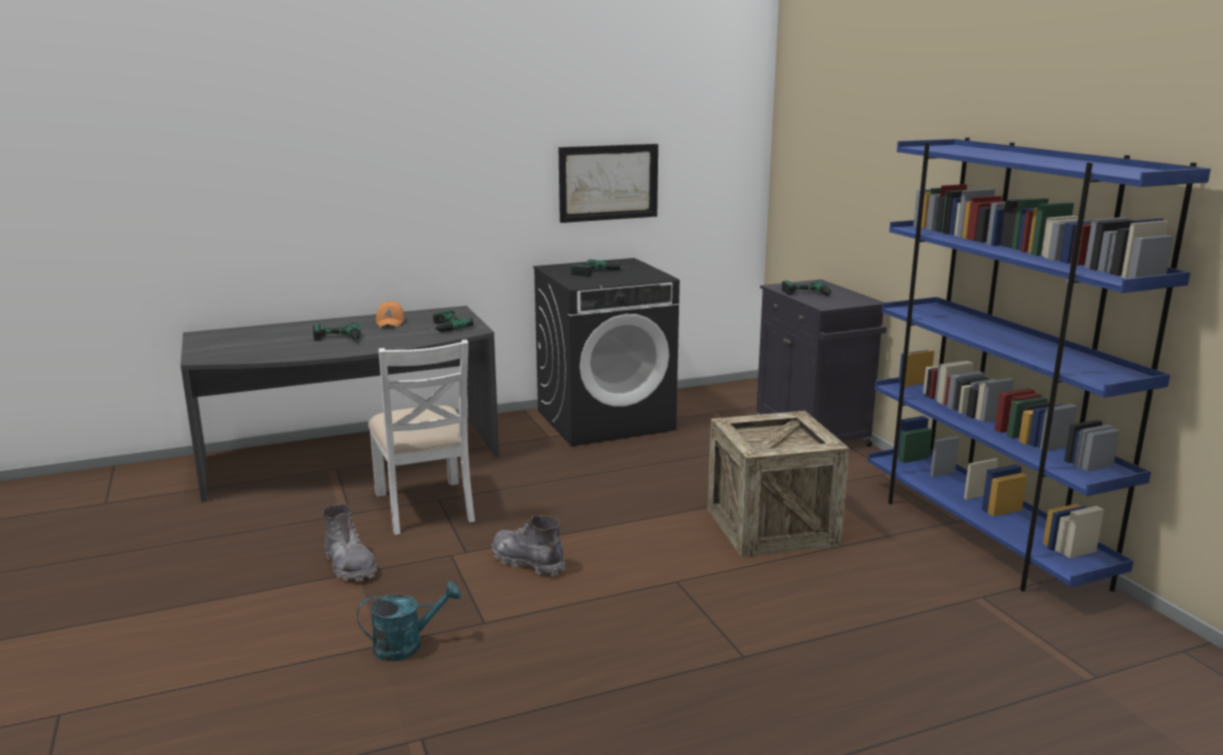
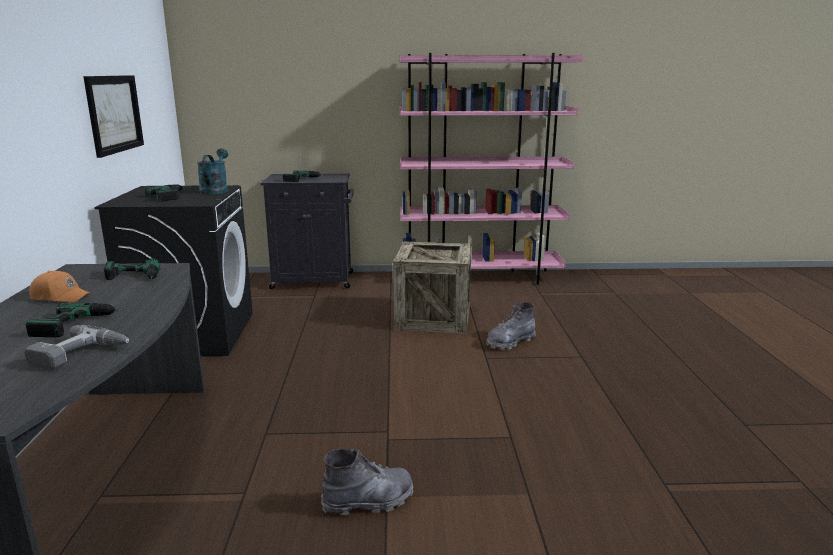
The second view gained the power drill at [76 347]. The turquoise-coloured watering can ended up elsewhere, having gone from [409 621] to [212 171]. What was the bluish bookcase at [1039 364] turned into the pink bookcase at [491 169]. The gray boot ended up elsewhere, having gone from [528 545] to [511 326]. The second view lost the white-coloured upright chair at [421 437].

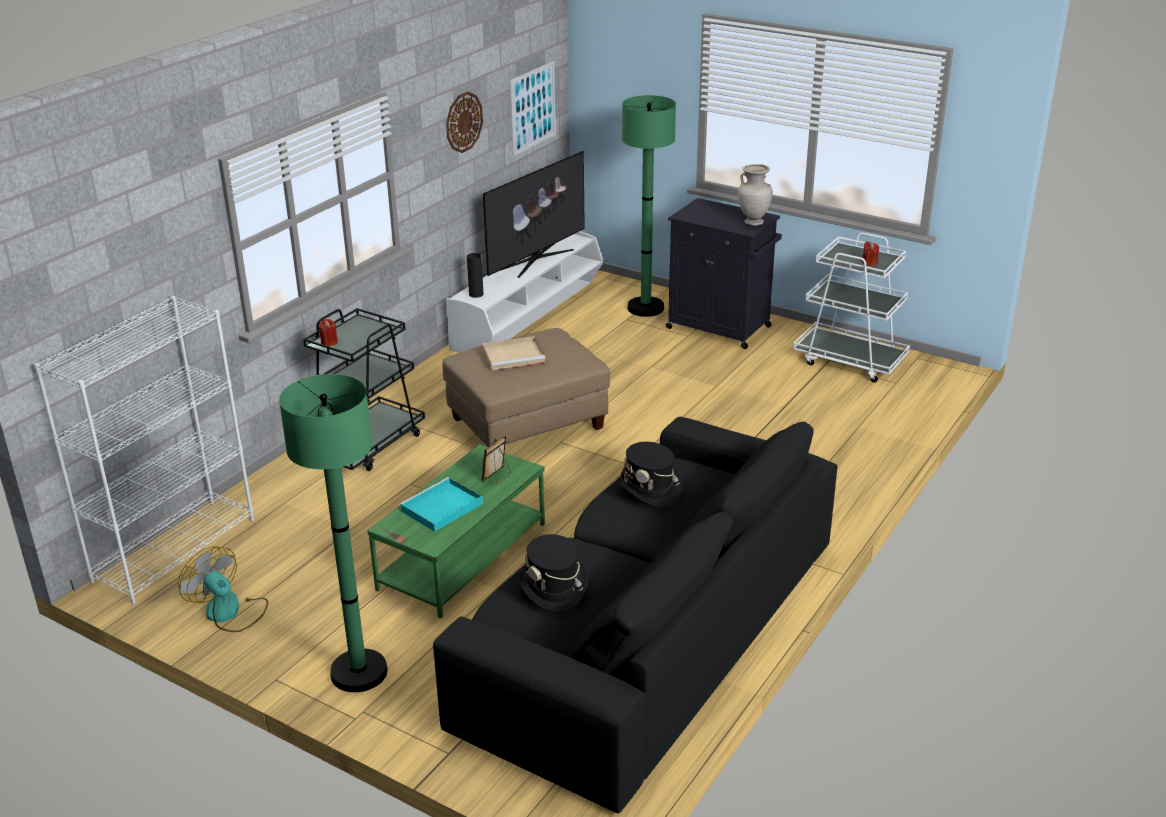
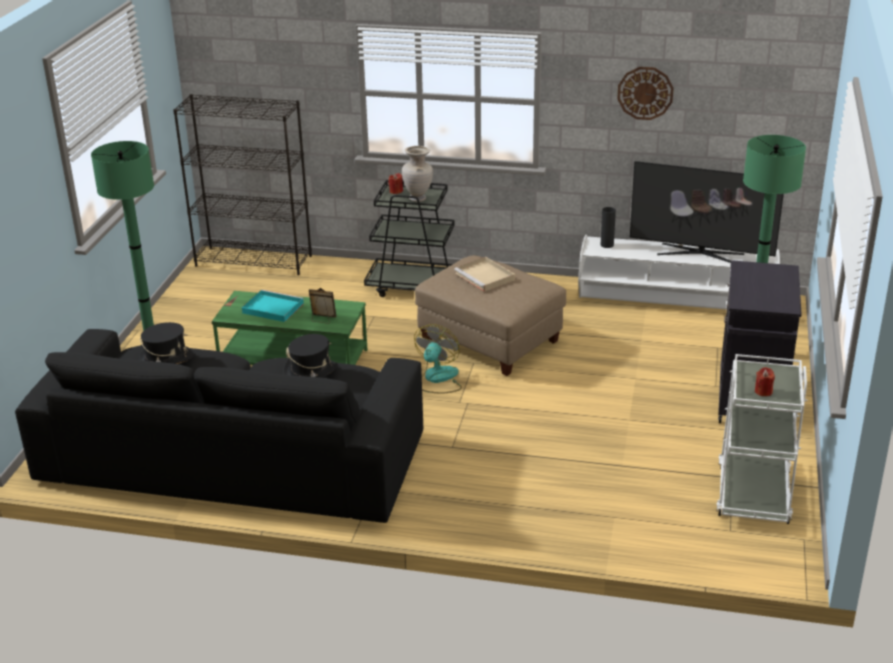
What was the white-coloured bookcase at [144 450] turned into the black-coloured bookcase at [242 184]. The beige-coloured decorative vase ended up elsewhere, having gone from [755 195] to [417 174]. The cooling fan ended up elsewhere, having gone from [223 589] to [438 359]. The second view lost the wall art at [533 108].

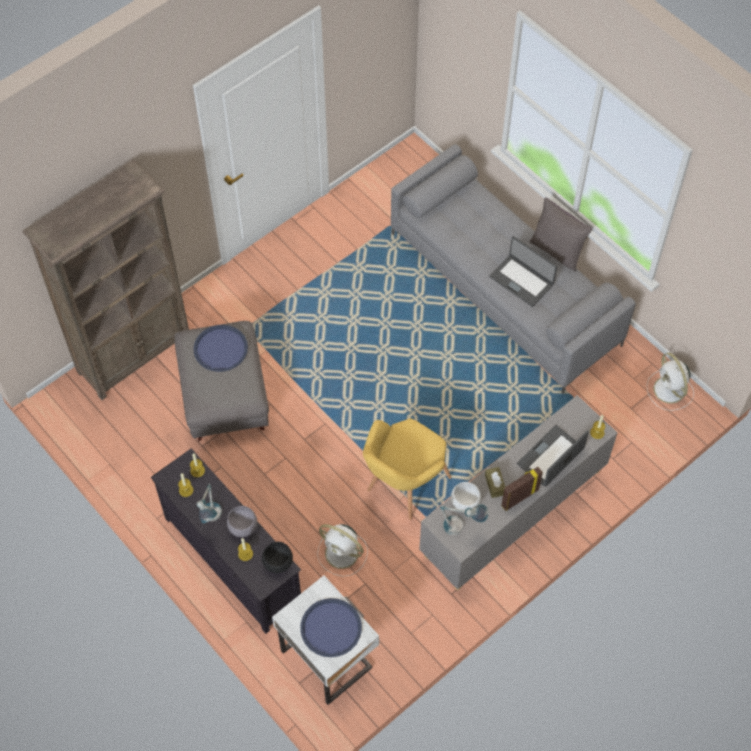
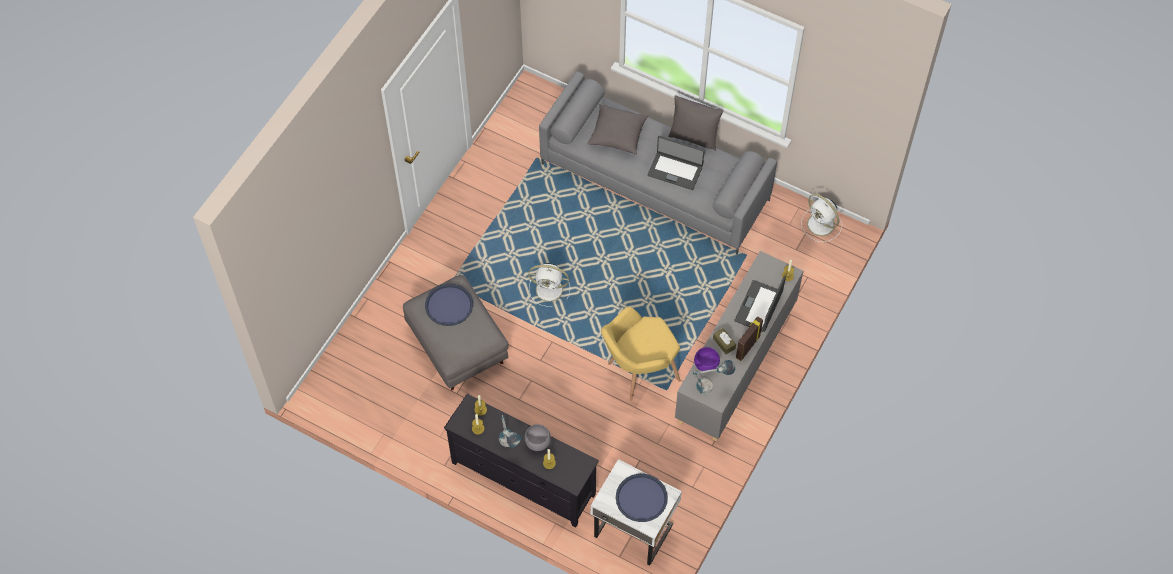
The white-coloured cooling fan ended up elsewhere, having gone from [342 550] to [549 285]. The second view gained the gray throw pillow at [617 129]. The yellowish lounge chair at [407 469] ended up facing another way, 45 degrees clockwise from before. What was the white-coloured bowl at [466 496] turned into the purplish bowl at [707 359]. The second view lost the brown bookcase at [106 280]. The second view lost the black-coloured bowl at [277 557].

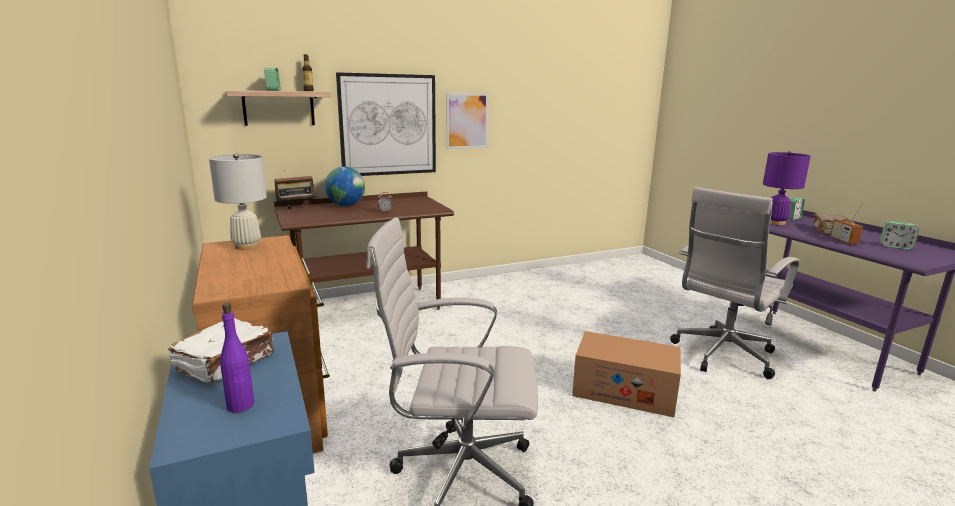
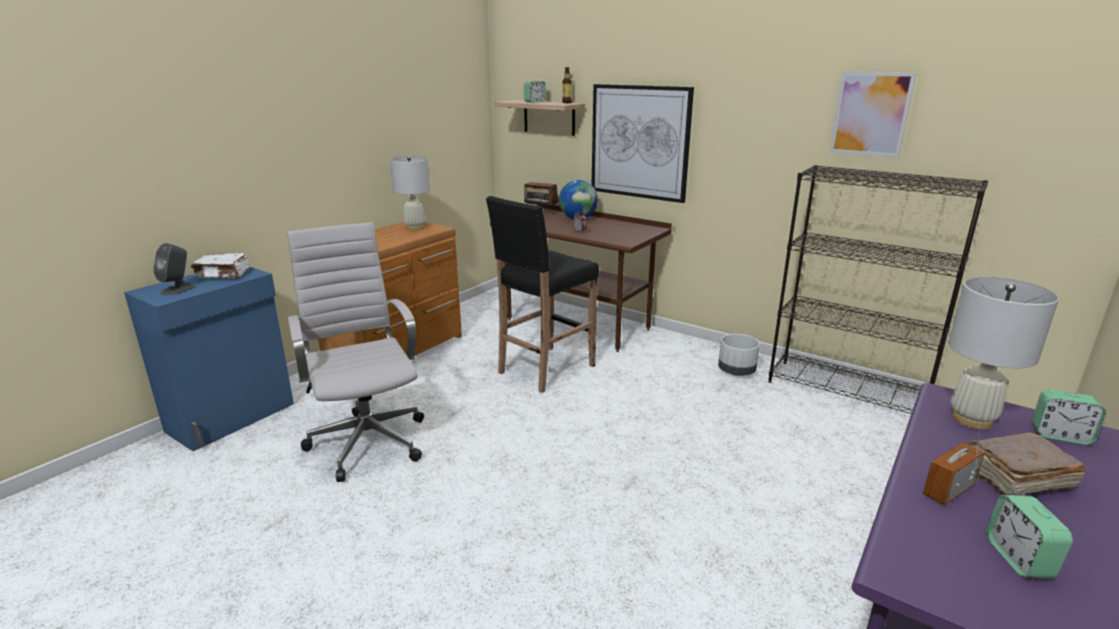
Where the purplish drink bottle stood at [237 358], the gray audio speaker came to stand at [174 269]. The second view gained the black-coloured stool at [542 294]. The second view gained the white-coloured flower pot at [739 355]. The second view gained the black-coloured bookcase at [878 289]. The wall art ended up elsewhere, having gone from [467 121] to [873 115]. What was the purplish table lamp at [787 188] turned into the white-coloured table lamp at [1003 353]. The second view lost the carton at [626 374]. The second view lost the white-coloured desk chair at [734 283].

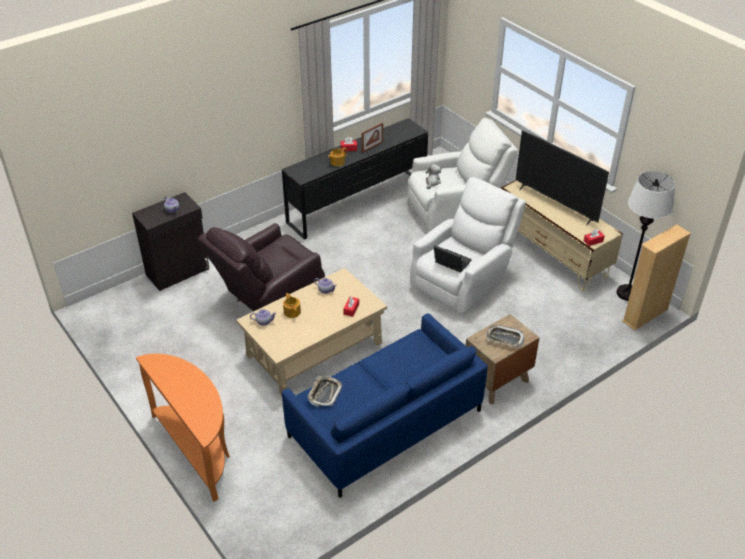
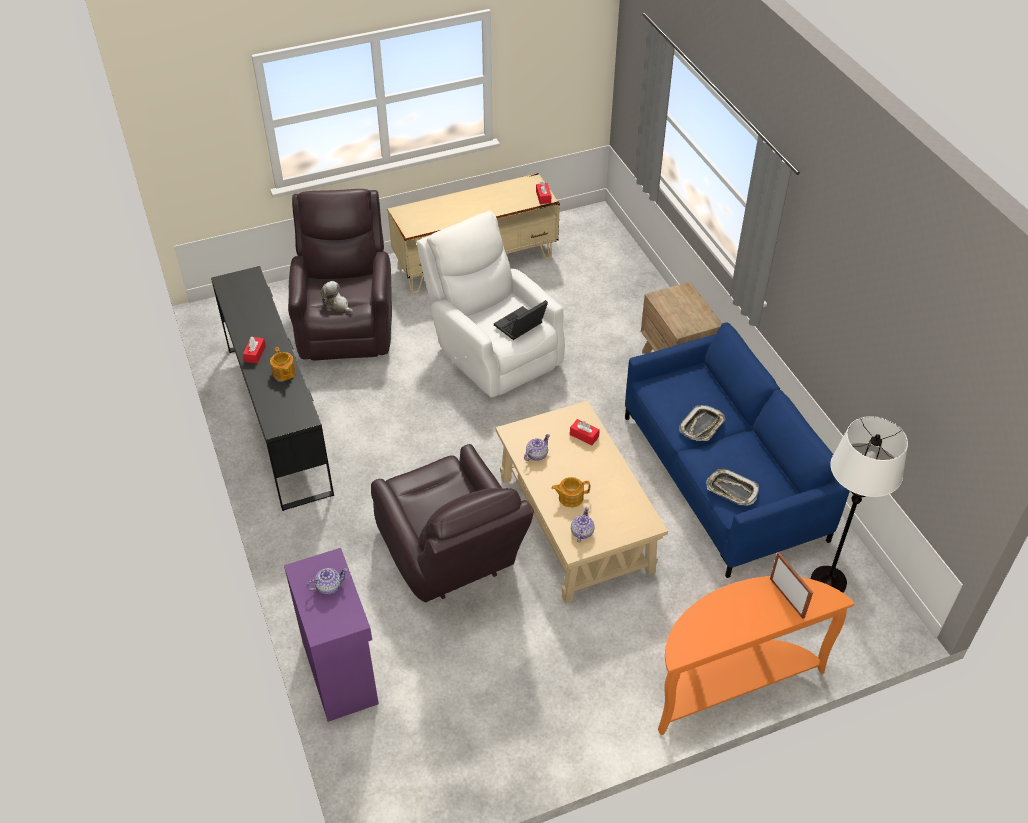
What was the black-coloured cabinet at [170 241] turned into the purplish cabinet at [331 635]. What was the white-coloured lounge chair at [463 174] turned into the brown lounge chair at [340 274]. The carrying tray ended up elsewhere, having gone from [505 336] to [702 423]. The picture frame ended up elsewhere, having gone from [372 137] to [791 585]. The white-coloured standard lamp ended up elsewhere, having gone from [645 236] to [859 504]. The second view lost the TV set at [562 177]. The second view lost the beige-coloured bookcase at [656 277].

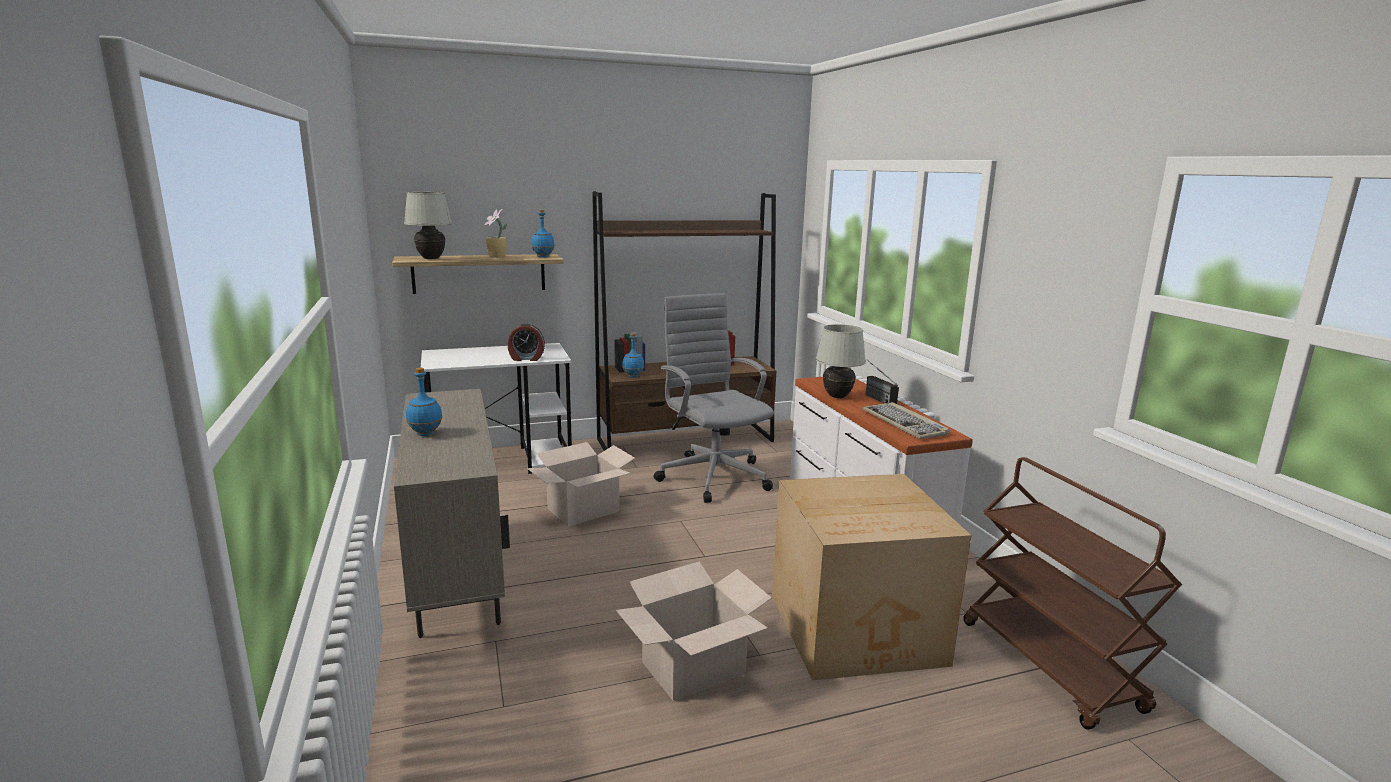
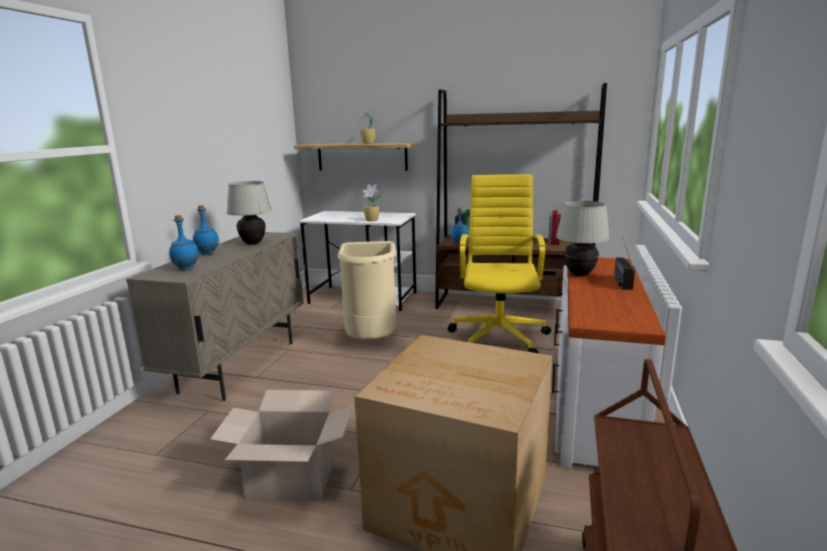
The bluish drink bottle ended up elsewhere, having gone from [543 234] to [184 242]. The white-coloured table lamp ended up elsewhere, having gone from [428 225] to [249 213]. Where the carton stood at [581 484], the beige-coloured rubbish bin came to stand at [367 290]. Where the bedside clock stood at [526 342], the houseplant came to stand at [371 202]. What was the gray desk chair at [714 398] turned into the yellowish desk chair at [499 263]. The second view lost the PC keyboard at [905 420].

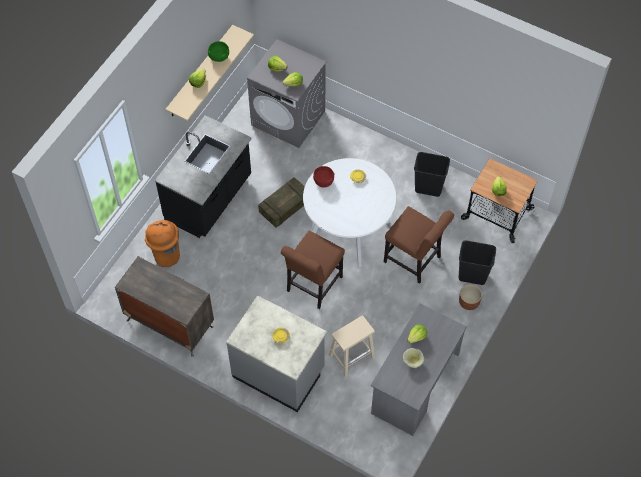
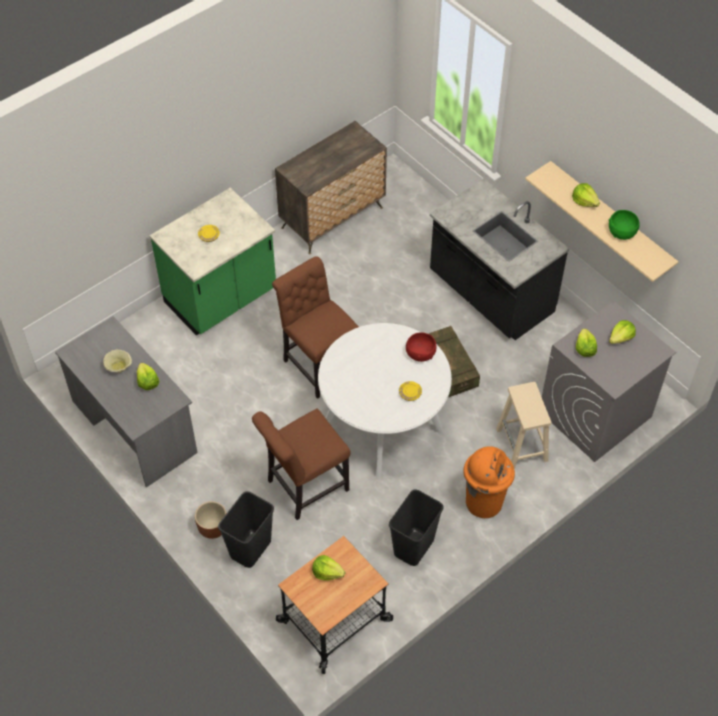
What was the gray counter at [276 354] turned into the greenish counter at [212 261]. The orange rubbish bin ended up elsewhere, having gone from [162 243] to [489 482]. The beige-coloured stool ended up elsewhere, having gone from [352 346] to [524 425].

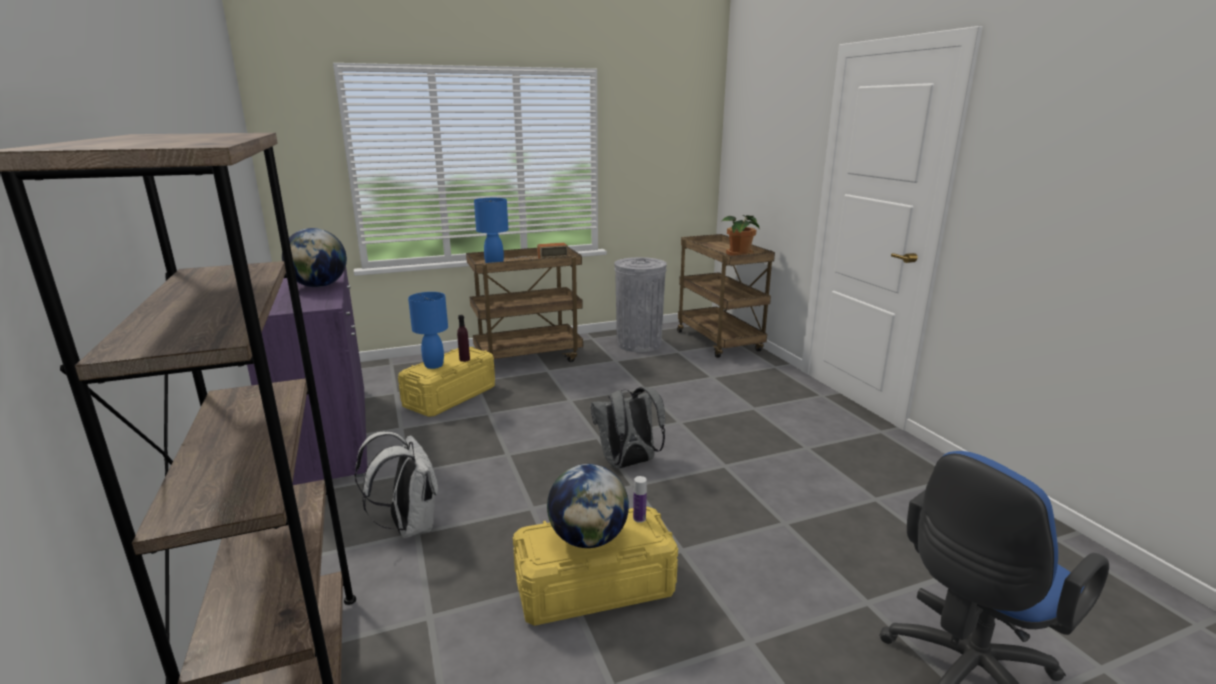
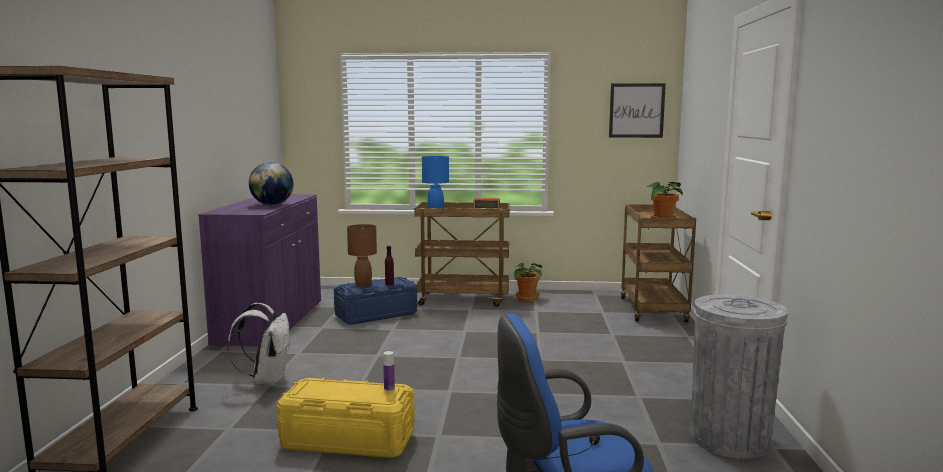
What was the yellowish storage bin at [446 382] turned into the bluish storage bin at [375 301]. What was the bluish table lamp at [428 330] turned into the brown table lamp at [362 255]. The second view gained the houseplant at [528 282]. The second view gained the wall art at [637 110]. The gray rubbish bin ended up elsewhere, having gone from [640 304] to [739 376]. The second view lost the desk globe at [588 506]. The second view lost the gray knapsack at [628 428].

